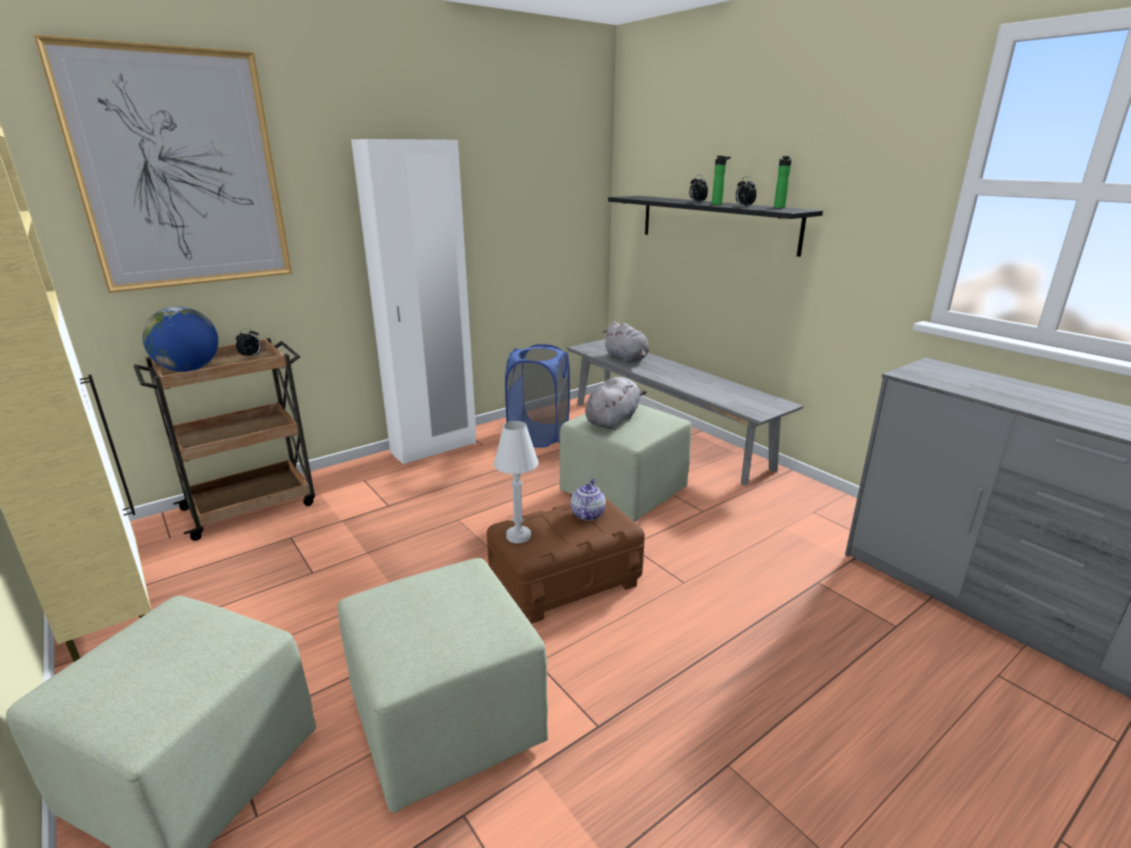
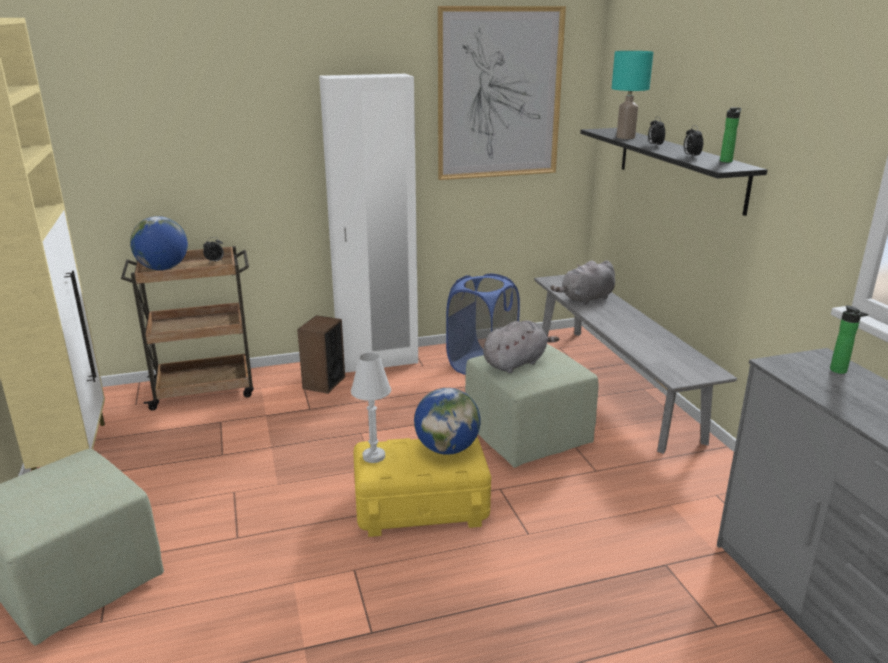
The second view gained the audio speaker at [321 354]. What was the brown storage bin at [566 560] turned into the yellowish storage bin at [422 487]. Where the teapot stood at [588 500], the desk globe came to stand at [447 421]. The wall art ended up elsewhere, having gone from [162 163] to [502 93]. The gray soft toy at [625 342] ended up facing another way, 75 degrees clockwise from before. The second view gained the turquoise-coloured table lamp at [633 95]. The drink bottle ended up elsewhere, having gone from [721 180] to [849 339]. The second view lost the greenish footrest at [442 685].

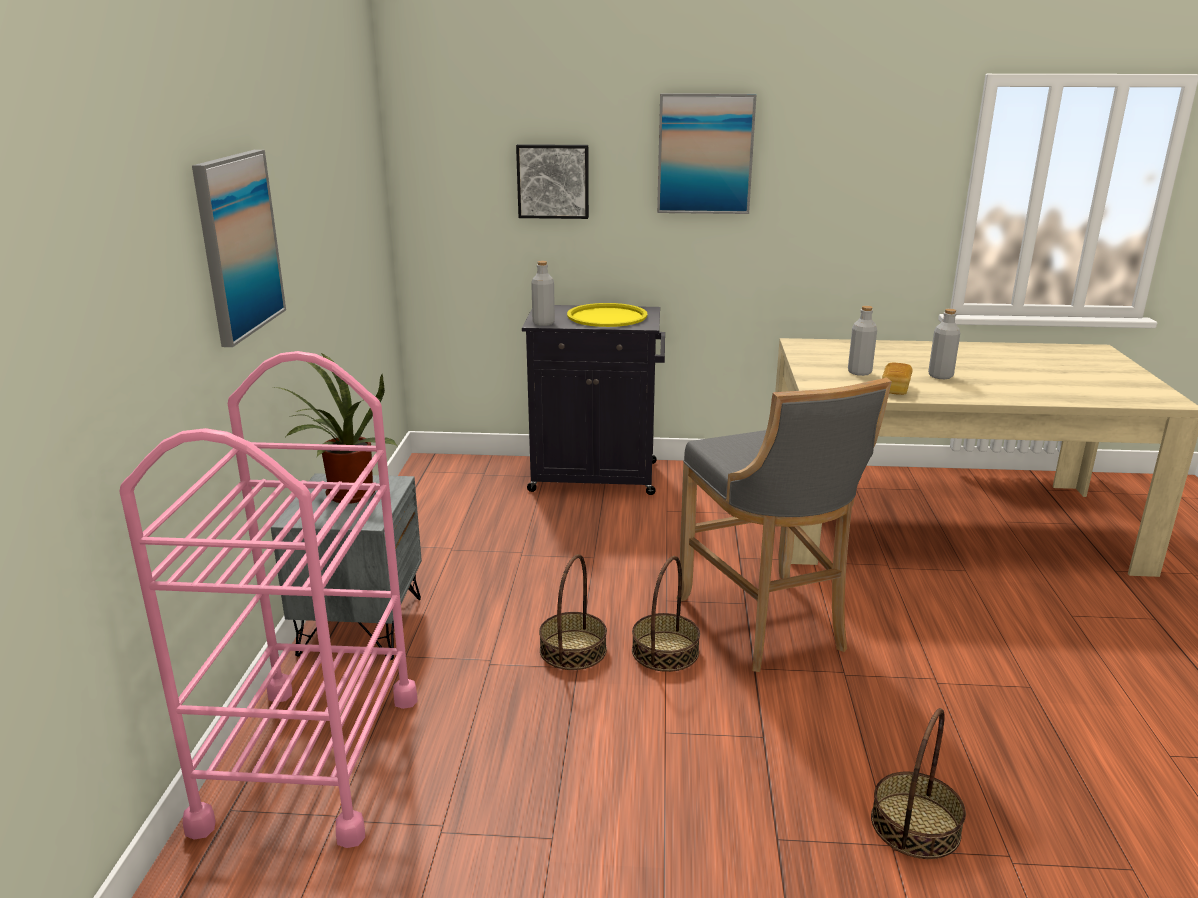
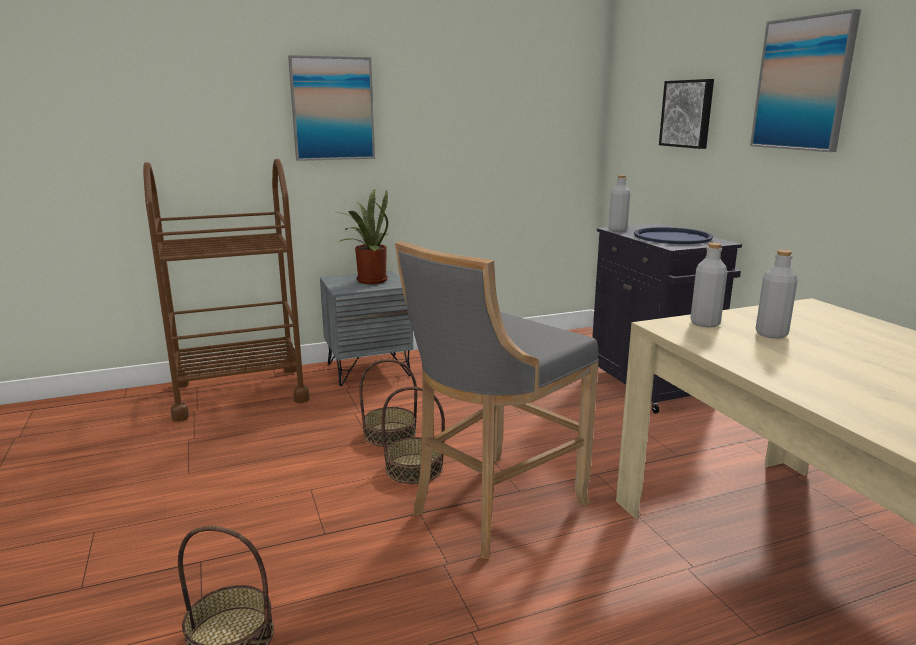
What was the pink wheeled cart at [268 599] turned into the brown wheeled cart at [226 290]. What was the yellowish carrying tray at [607 315] turned into the bluish carrying tray at [673 235]. The gray drink bottle ended up elsewhere, having gone from [944 344] to [708 285]. The second view lost the bakery bread at [897 379].

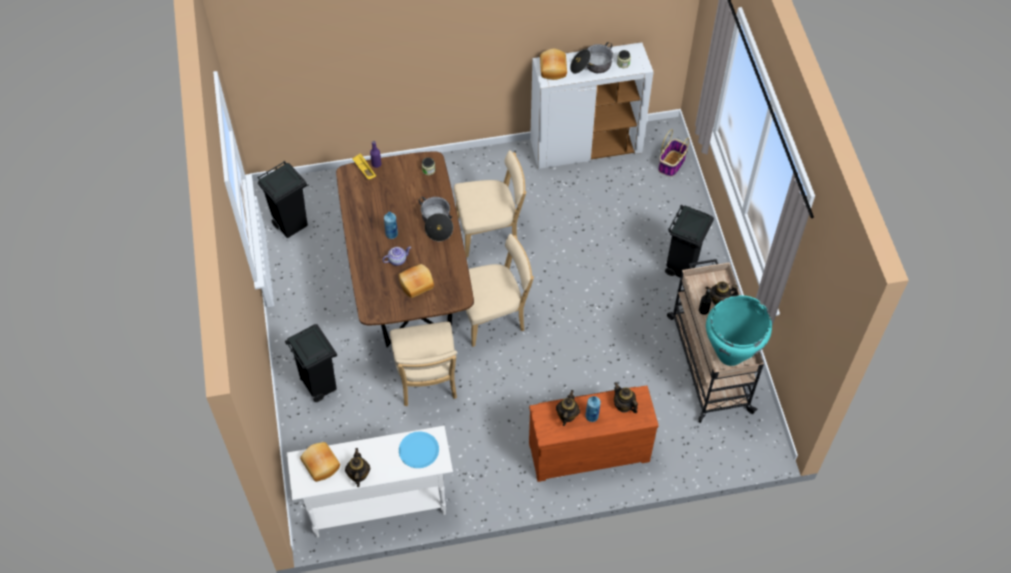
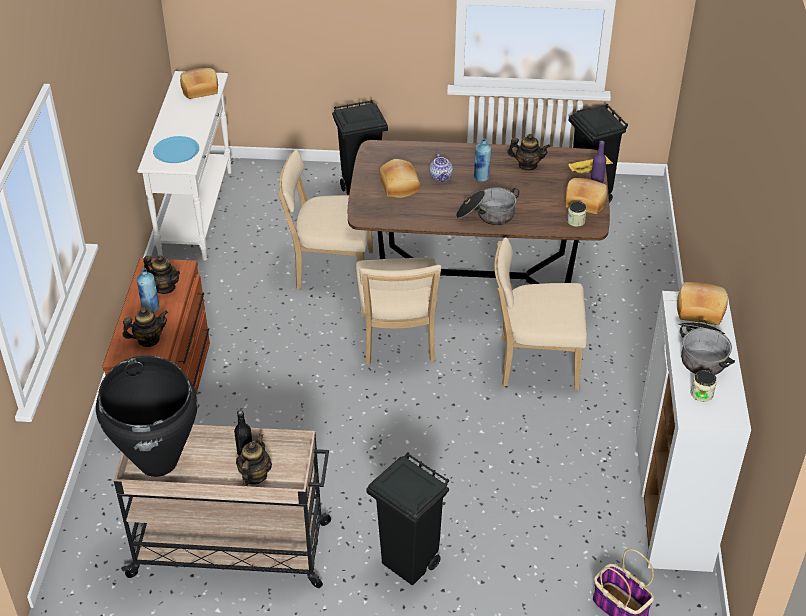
What was the turquoise-coloured decorative vase at [739 330] turned into the black-coloured decorative vase at [147 416]. The beige-coloured upright chair at [490 203] ended up facing another way, 90 degrees clockwise from before. The teapot ended up elsewhere, having gone from [358 467] to [528 152]. The second view gained the bakery bread at [586 196].

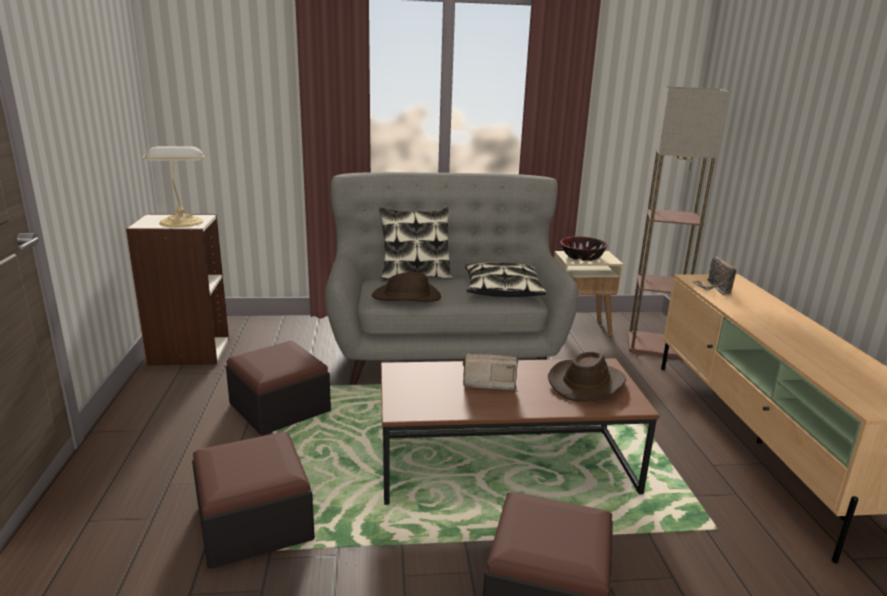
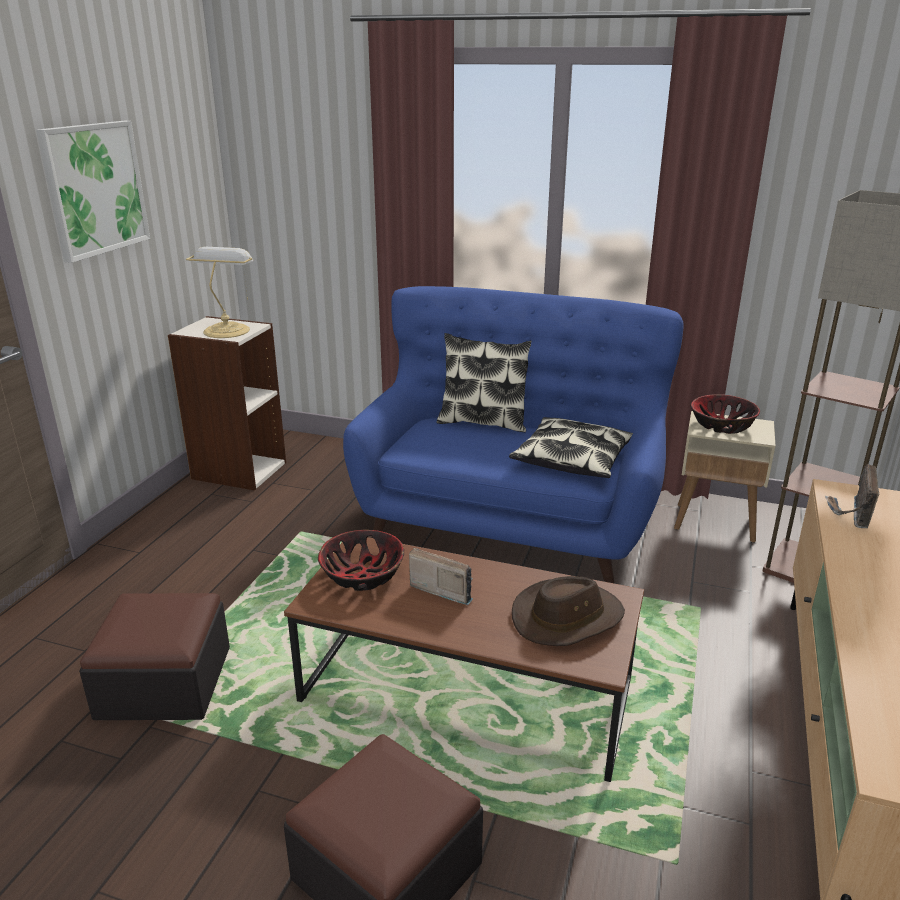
The second view gained the wall art at [93 192]. The second view gained the bowl at [361 560]. What was the gray couch at [452 278] turned into the bluish couch at [513 435]. The second view lost the footrest at [278 388]. The second view lost the brown hat at [406 287].

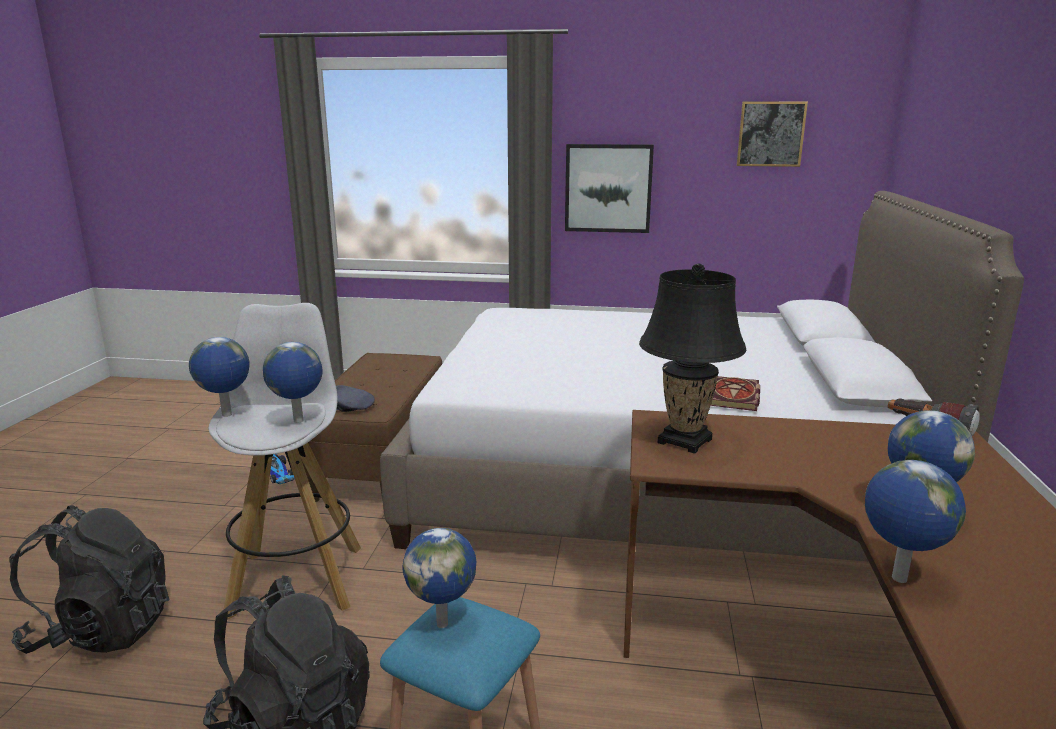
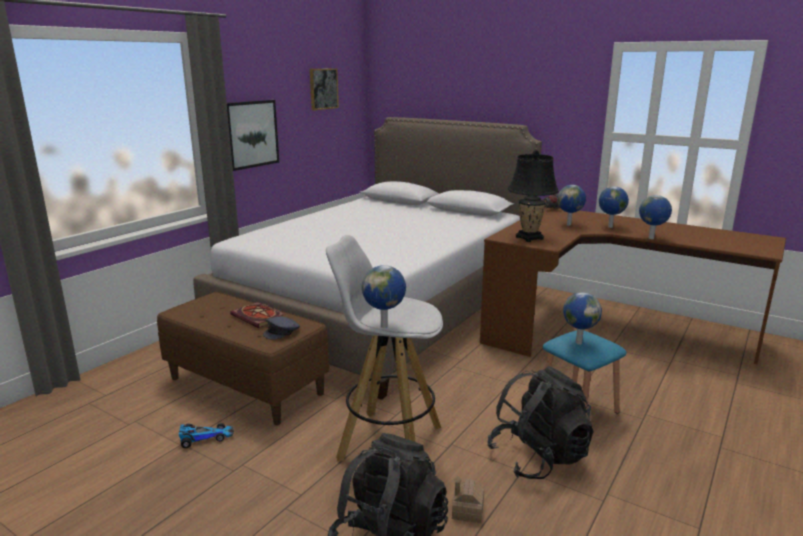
The book ended up elsewhere, having gone from [735 393] to [257 315]. The second view gained the toy house at [468 499]. The desk globe ended up elsewhere, having gone from [292 382] to [571 205].

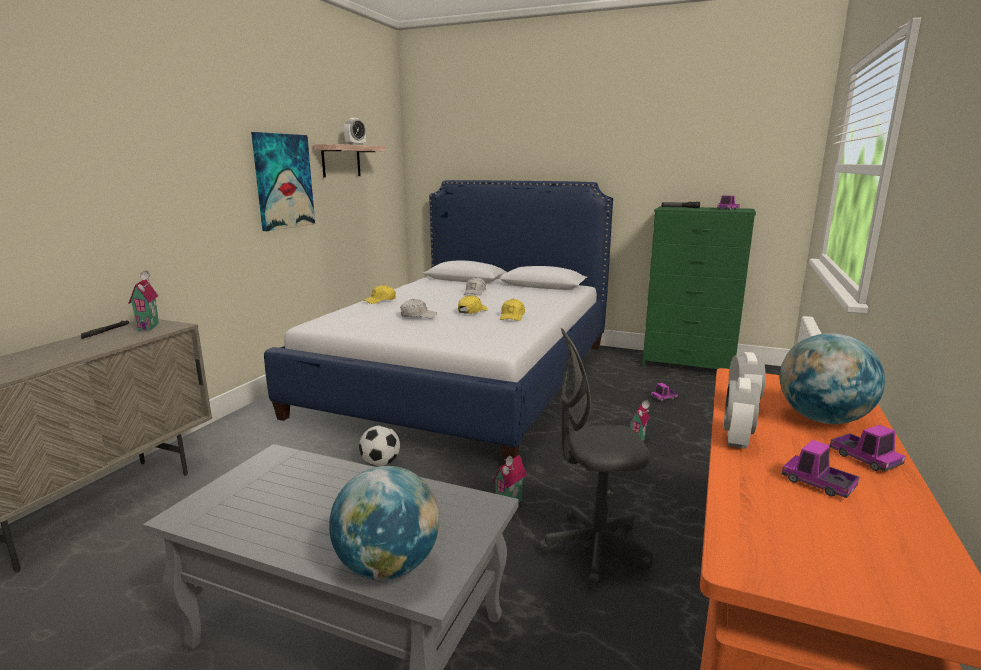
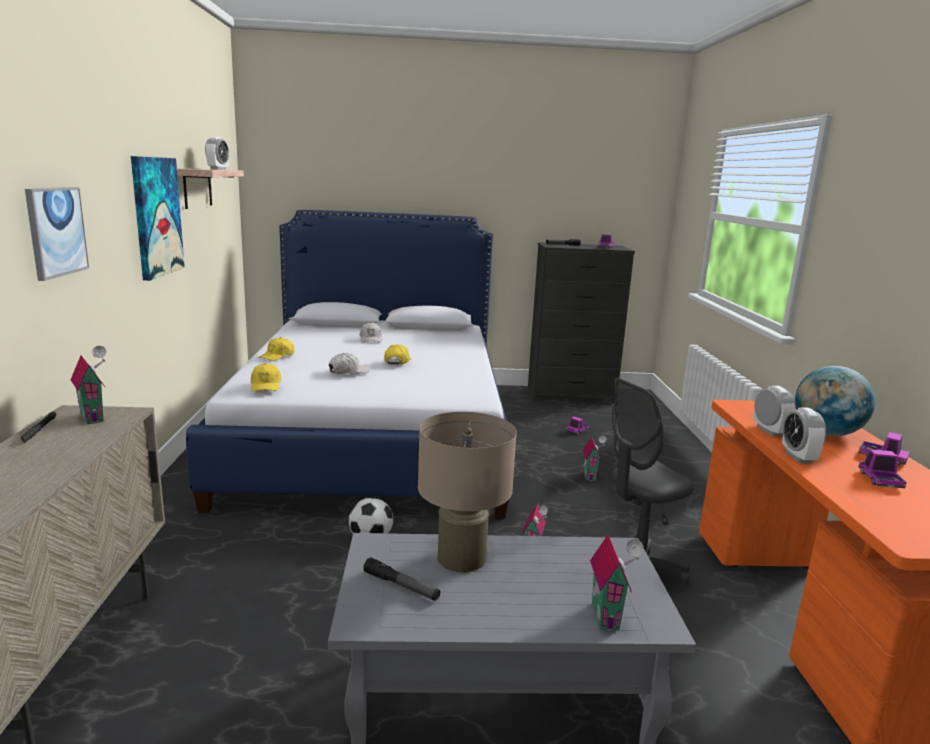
The second view gained the wall art at [57 234]. The yellowish peaked cap ended up elsewhere, having gone from [512 310] to [266 377]. The second view gained the flashlight at [401 579]. The second view gained the beige-coloured table lamp at [467 492]. What was the greenish chest of drawers at [699 287] turned into the black-coloured chest of drawers at [581 322]. Where the desk globe stood at [384 523], the toy house came to stand at [617 583]. The model truck at [820 469] ended up facing another way, 75 degrees clockwise from before.

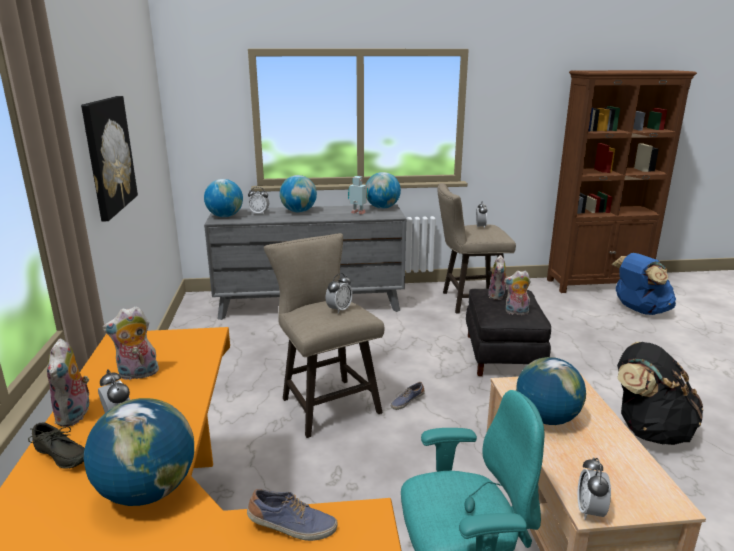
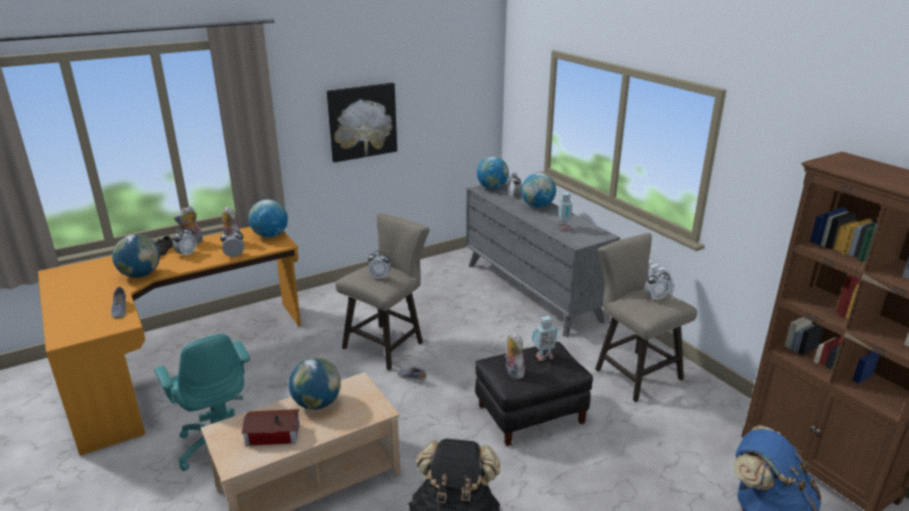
The bedside clock ended up elsewhere, having gone from [594 488] to [232 243]. The second view gained the toy house at [270 427]. The desk globe ended up elsewhere, having gone from [383 190] to [268 218]. Where the soft toy stood at [498 277], the toy robot came to stand at [545 338].

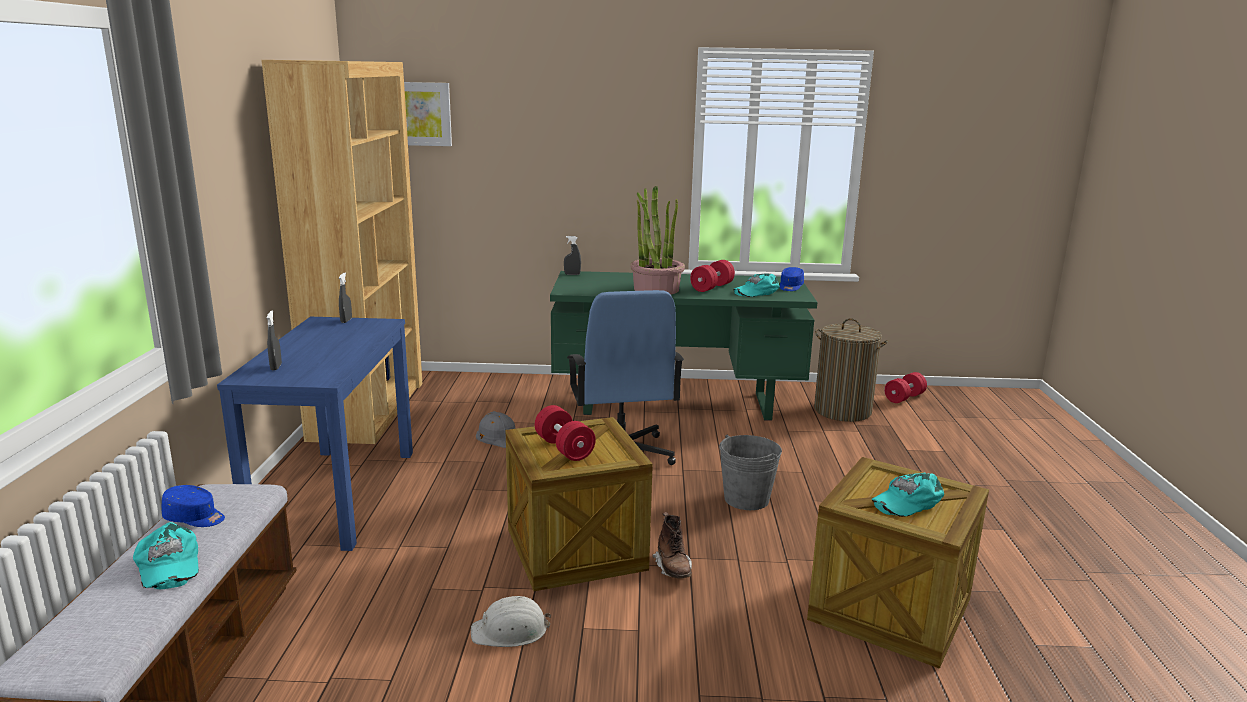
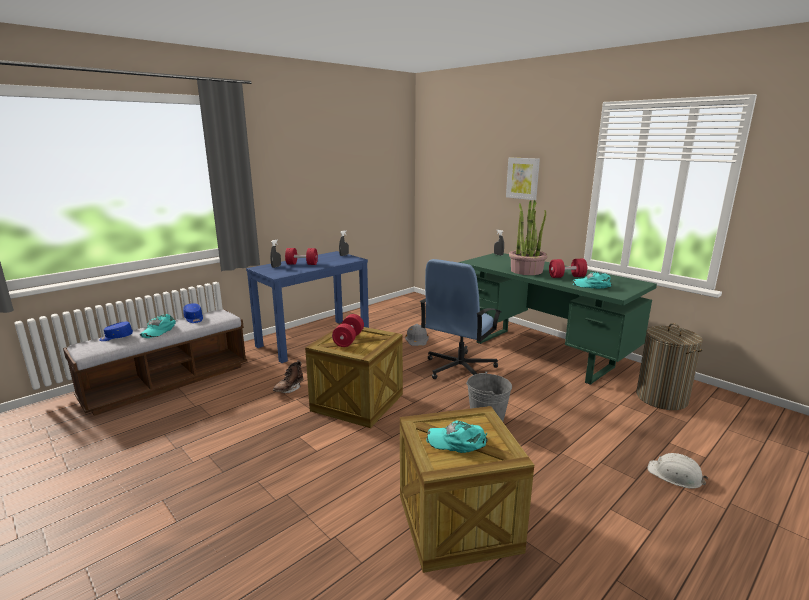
The bluish peaked cap ended up elsewhere, having gone from [792 279] to [116 331]. The brown boot ended up elsewhere, having gone from [672 545] to [288 376]. The red-coloured free weight ended up elsewhere, having gone from [905 387] to [301 256]. The wall art ended up elsewhere, having gone from [428 114] to [523 179]. The white-coloured work helmet ended up elsewhere, having gone from [511 621] to [677 471]. The second view lost the brown bookcase at [341 252].

